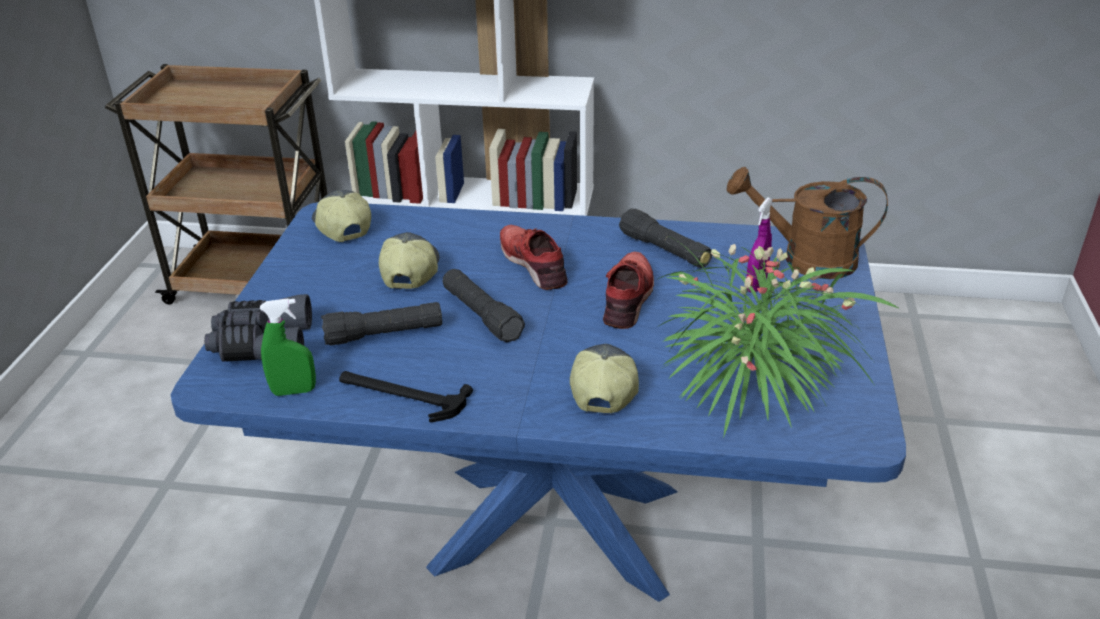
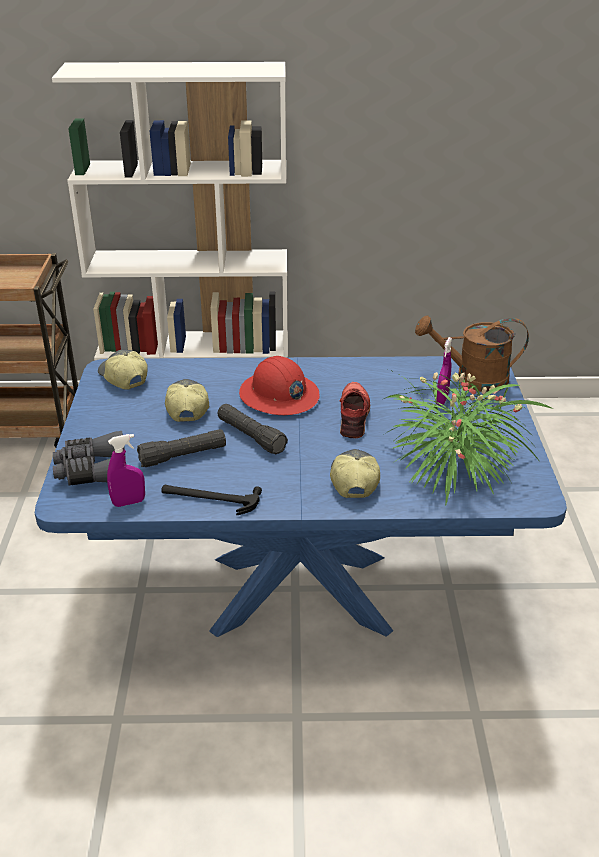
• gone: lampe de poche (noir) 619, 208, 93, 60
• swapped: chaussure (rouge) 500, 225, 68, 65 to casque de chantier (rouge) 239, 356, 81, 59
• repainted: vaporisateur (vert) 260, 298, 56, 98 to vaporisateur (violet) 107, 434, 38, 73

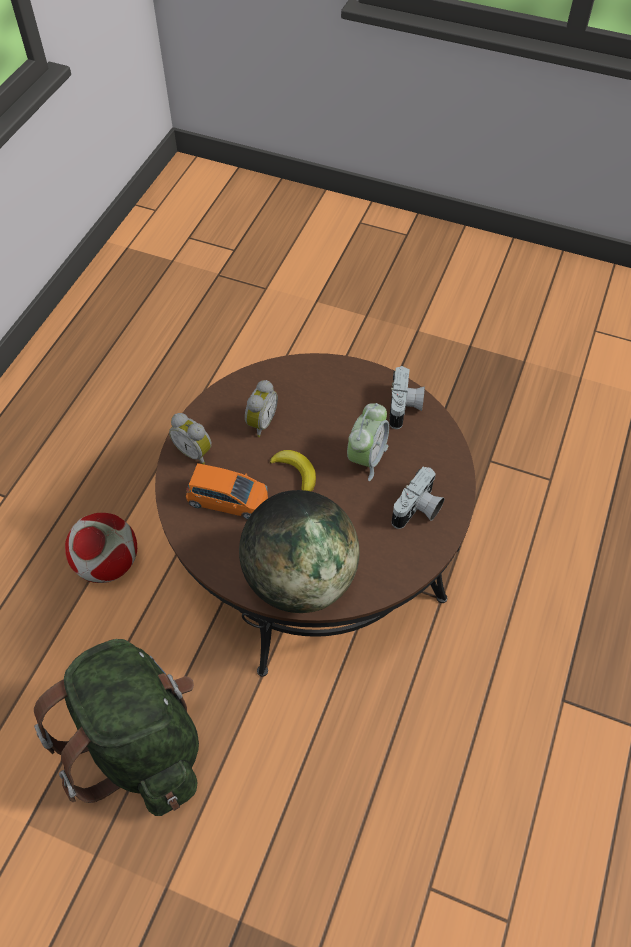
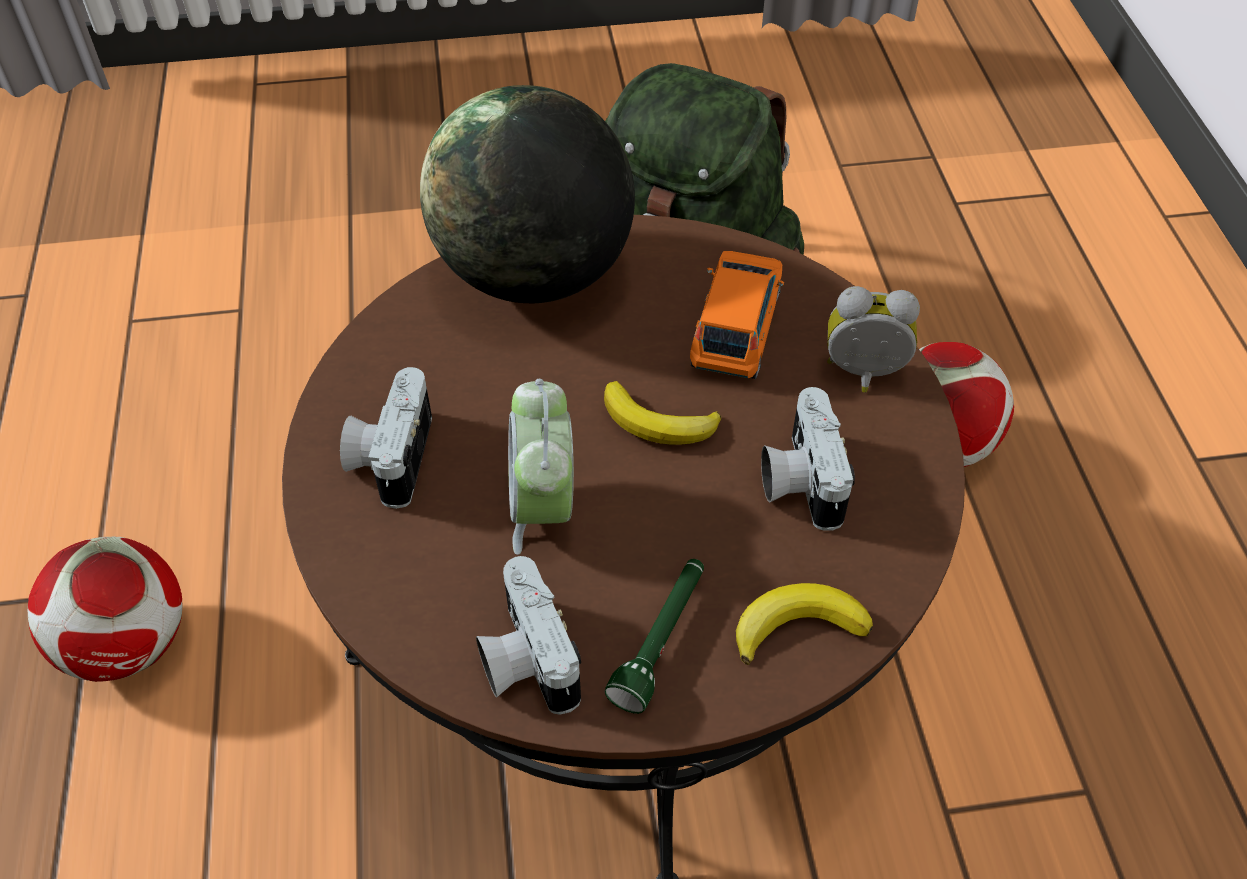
• swapped: réveil 245, 380, 33, 57 to appareil photo 761, 387, 94, 144
• rotated: petite voiture (orange) 186, 463, 82, 57 = 690, 251, 94, 128 120 degrees clockwise
• new: ballon de foot 28, 537, 154, 145
• new: lampe de poche (vert) 605, 559, 99, 155
• new: banane 736, 583, 137, 82

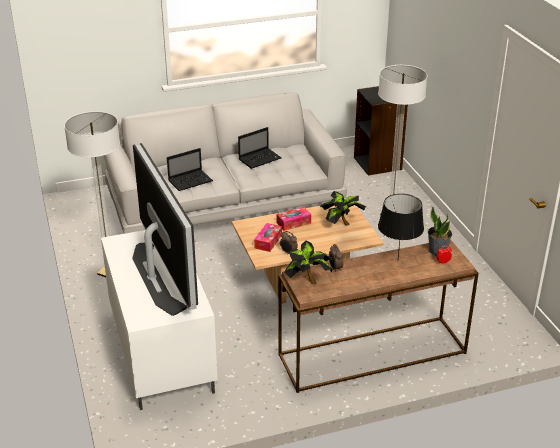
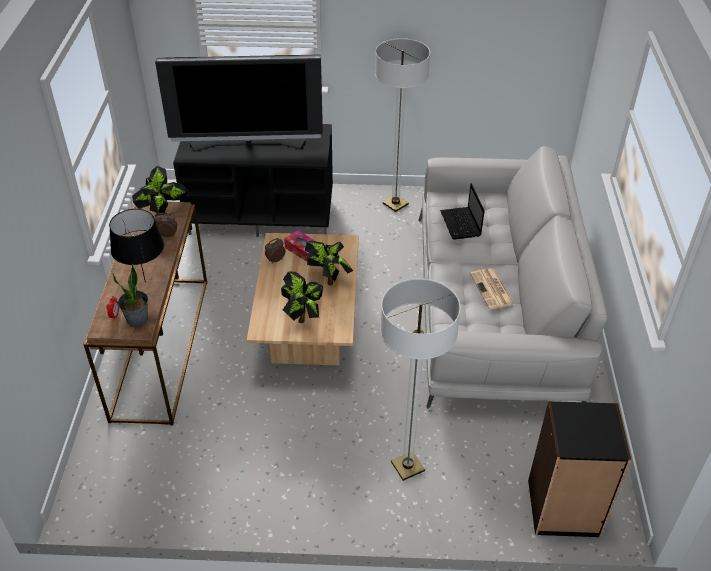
• swapped: ordinateur portable 238, 127, 44, 42 to journal 470, 268, 45, 41
• swapped: boîte à mouchoirs 276, 207, 35, 24 to plante en pot 305, 241, 48, 44
• repainted: meuble télé (blanc) 101, 230, 117, 180 to meuble télé (noir) 173, 124, 160, 113

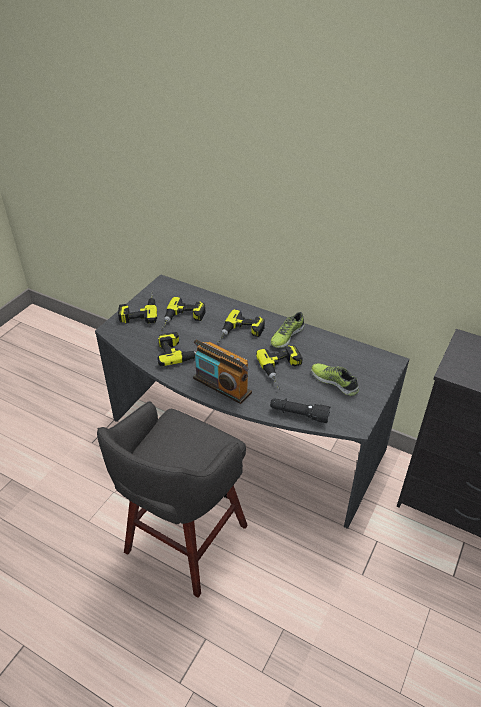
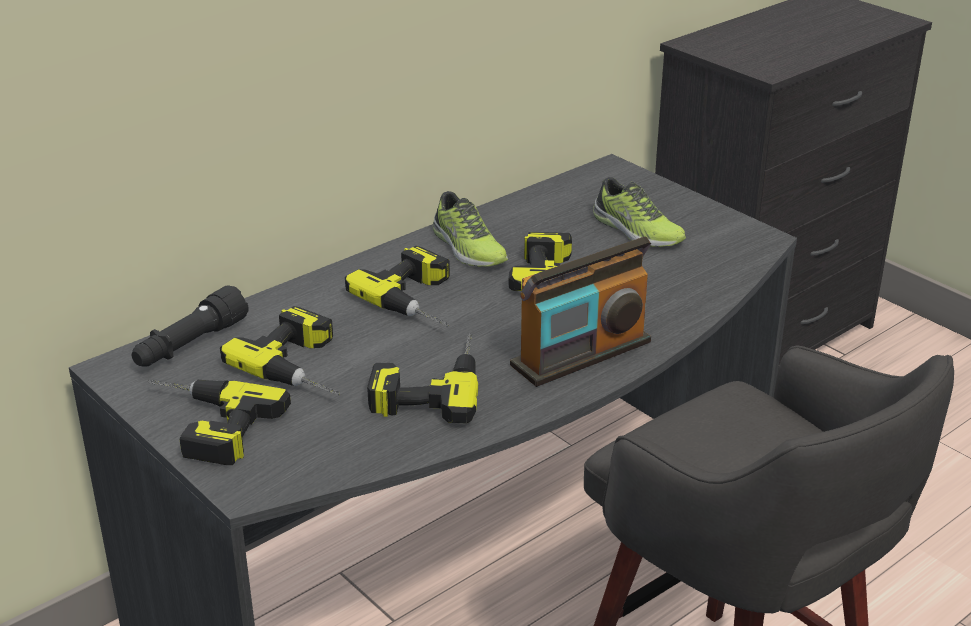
• rotated: chaussure 311, 364, 48, 32 = 593, 177, 93, 70 105 degrees counterclockwise
• shifted: lampe de poche (noir) 270, 398, 61, 25 to 132, 285, 116, 82

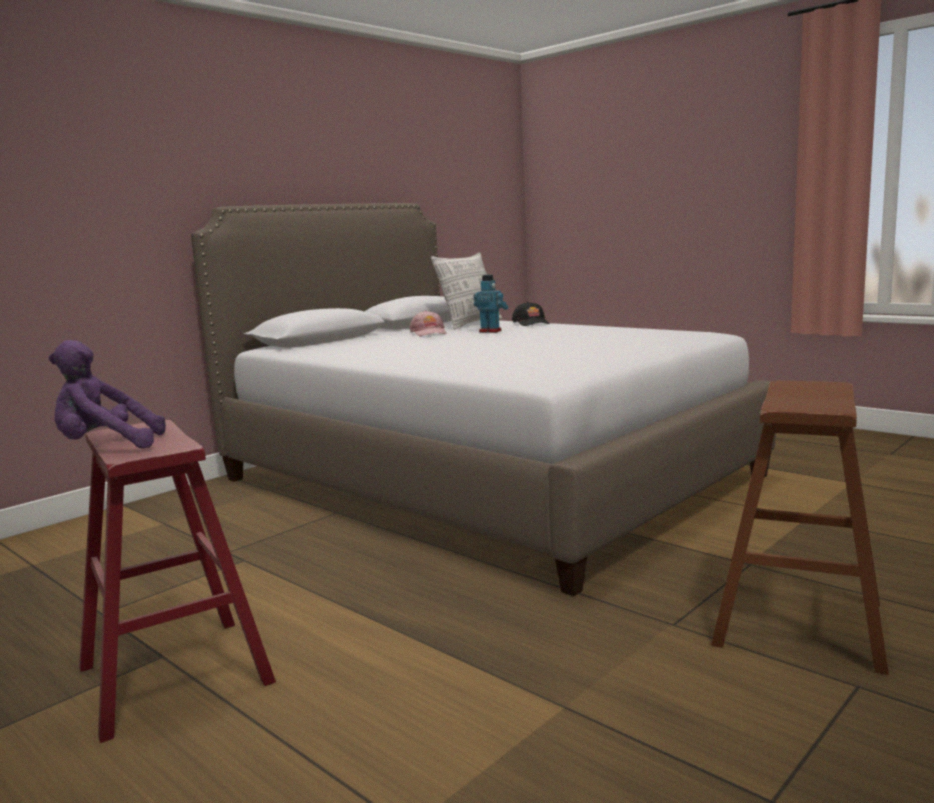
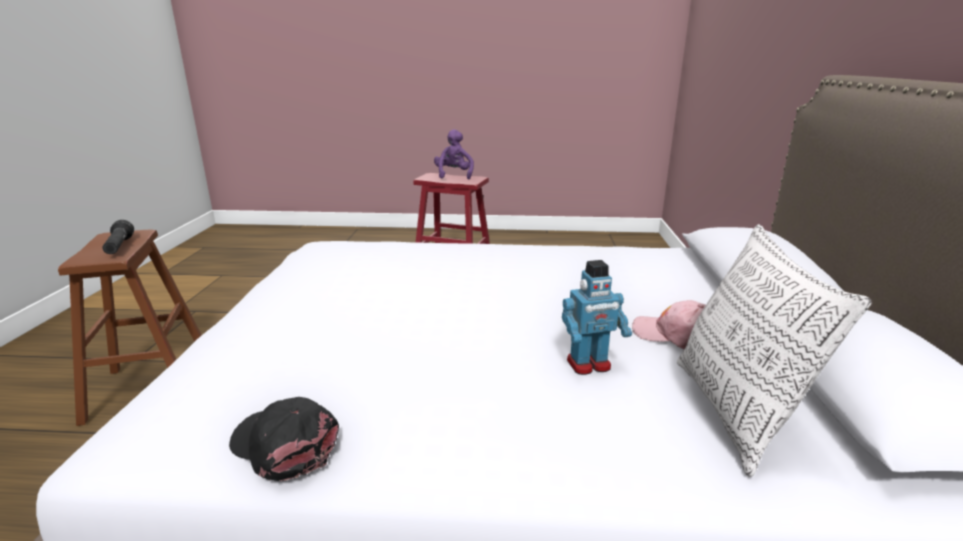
• shifted: casquette (noir) 512, 302, 38, 24 to 229, 397, 110, 84
• rotated: peluche (violet) 49, 340, 117, 109 = 434, 129, 40, 50 45 degrees counterclockwise
• new: lampe de poche (noir) 102, 220, 32, 34

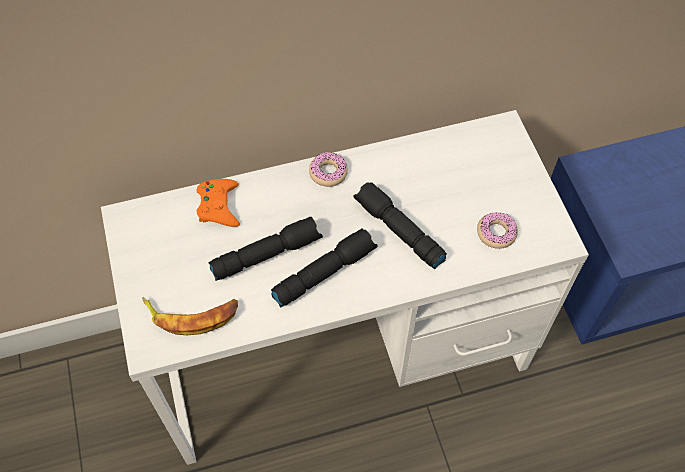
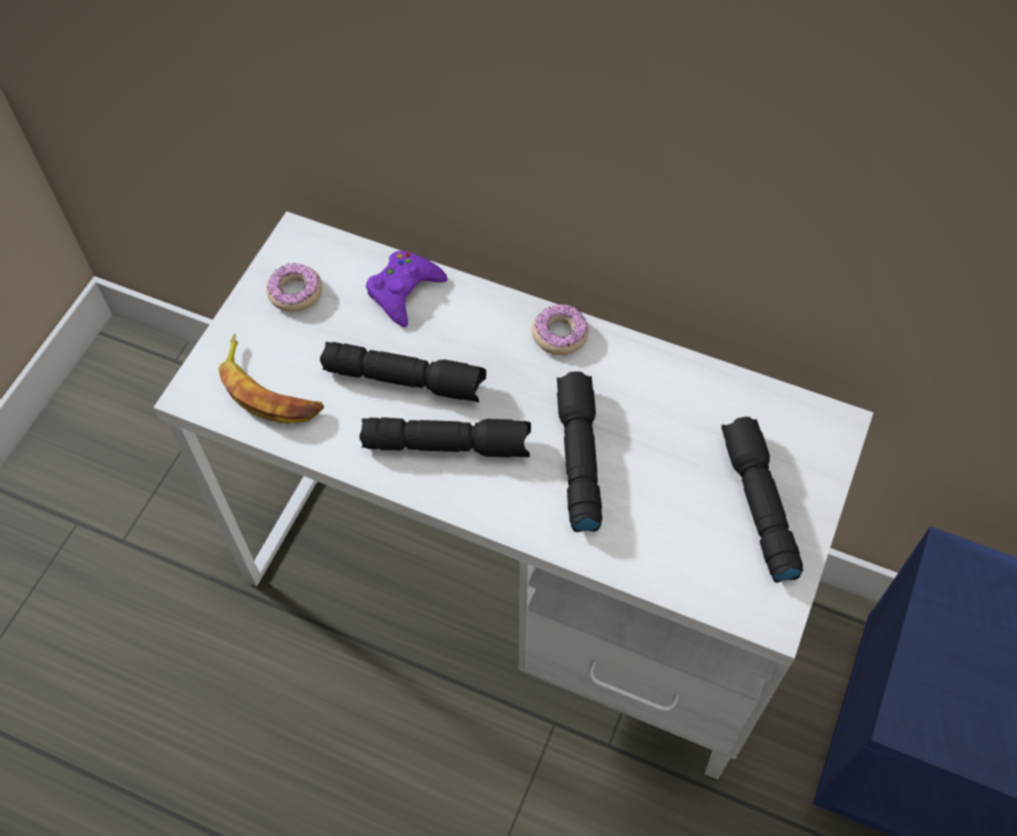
• repainted: manette (orange) 197, 179, 43, 48 to manette (violet) 366, 251, 82, 76
• shifted: beignet 477, 212, 41, 37 to 266, 263, 56, 49
• new: lampe de poche (noir) 721, 417, 82, 166

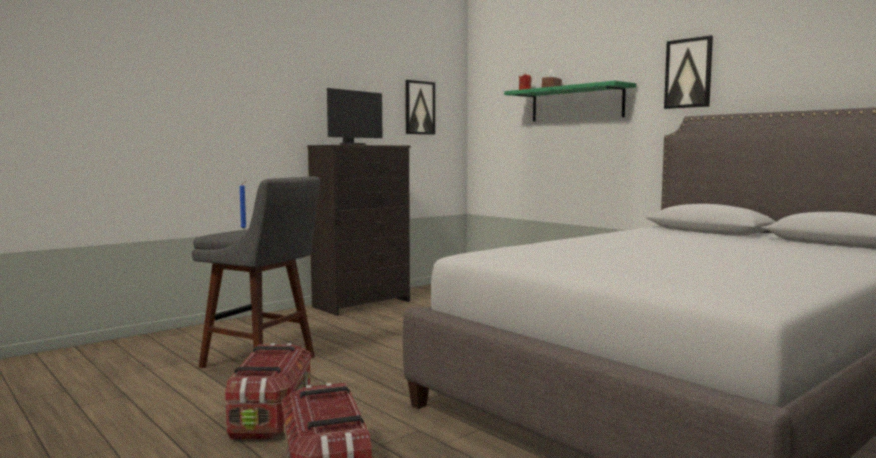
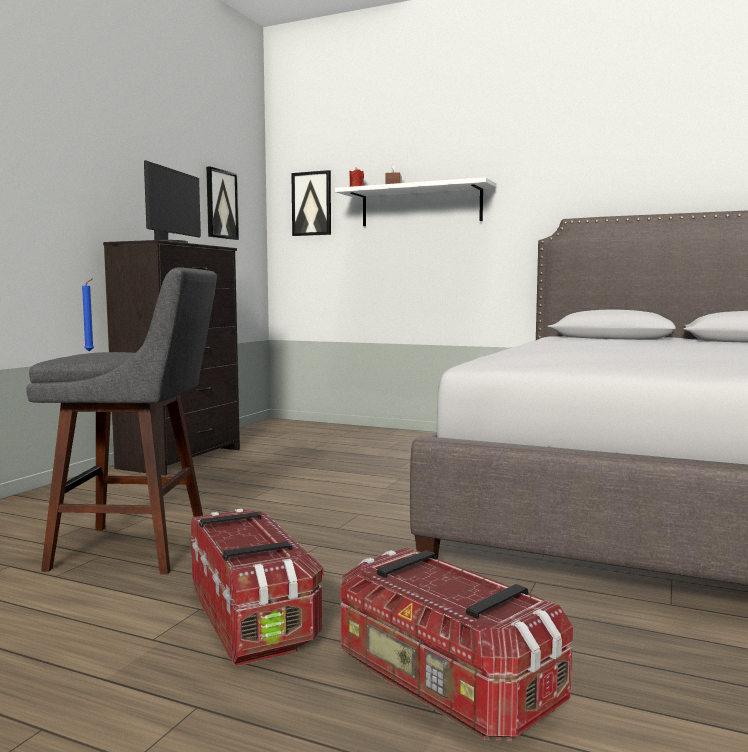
• shifted: tableau 664, 35, 49, 74 to 291, 170, 40, 66
• repainted: étagère (vert) 504, 81, 132, 40 to étagère (blanc) 335, 177, 162, 49

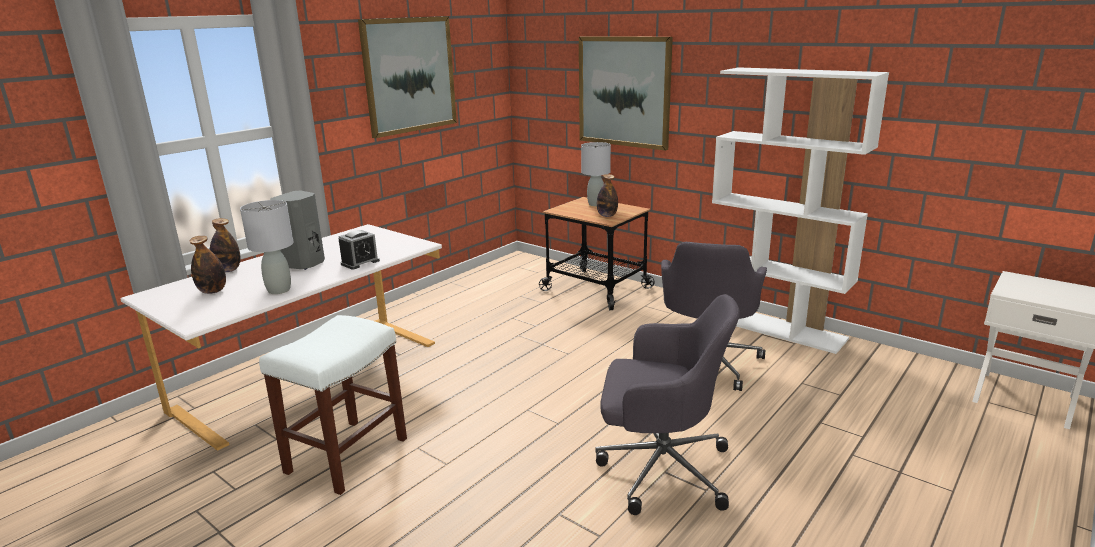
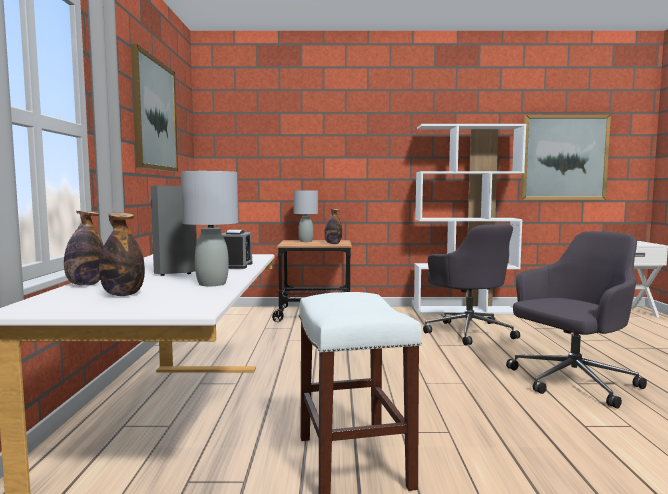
• shifted: tableau 579, 36, 94, 115 to 521, 115, 90, 85

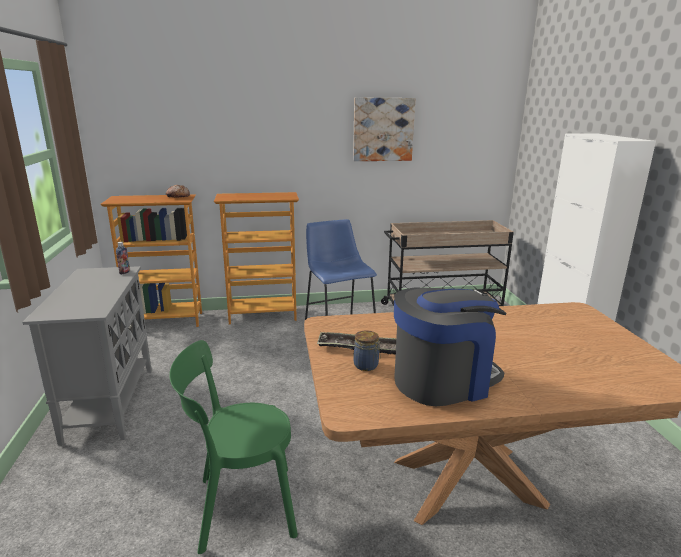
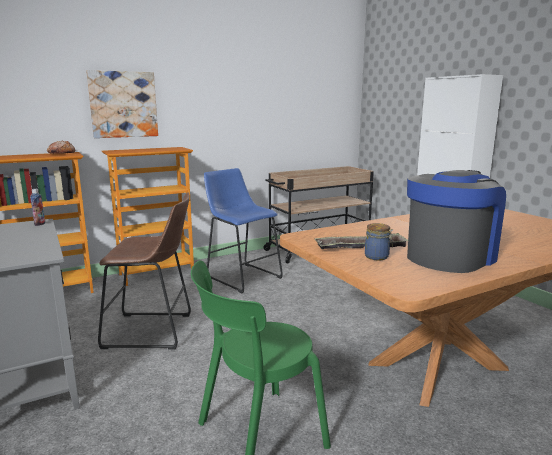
• shifted: tableau 353, 97, 62, 64 to 86, 70, 72, 68
• new: tabouret (marron) 98, 192, 93, 157

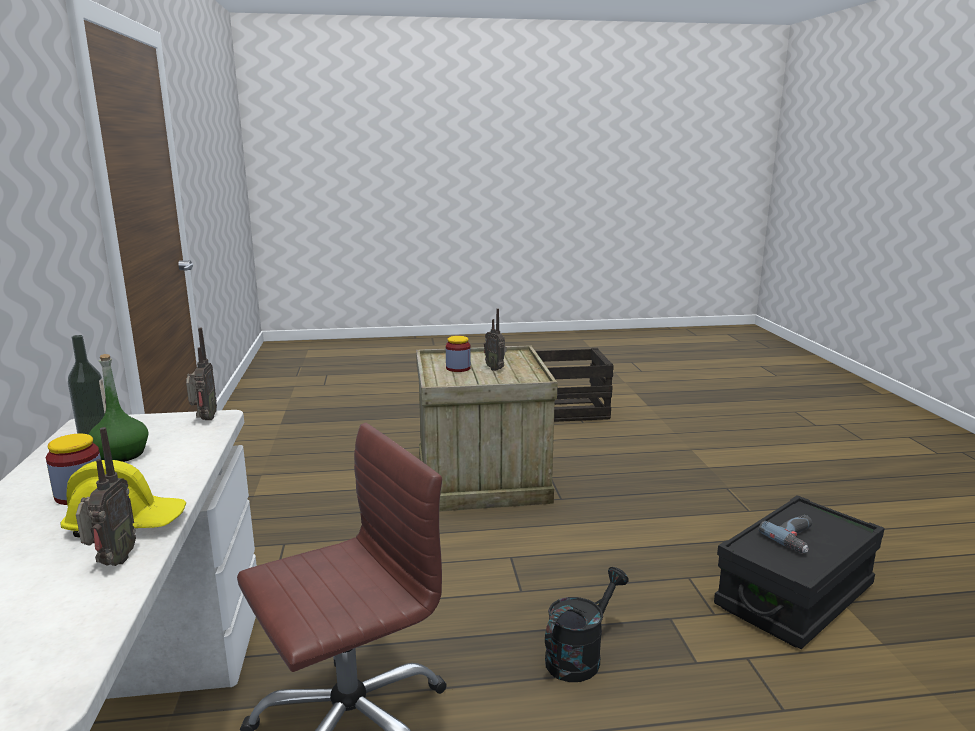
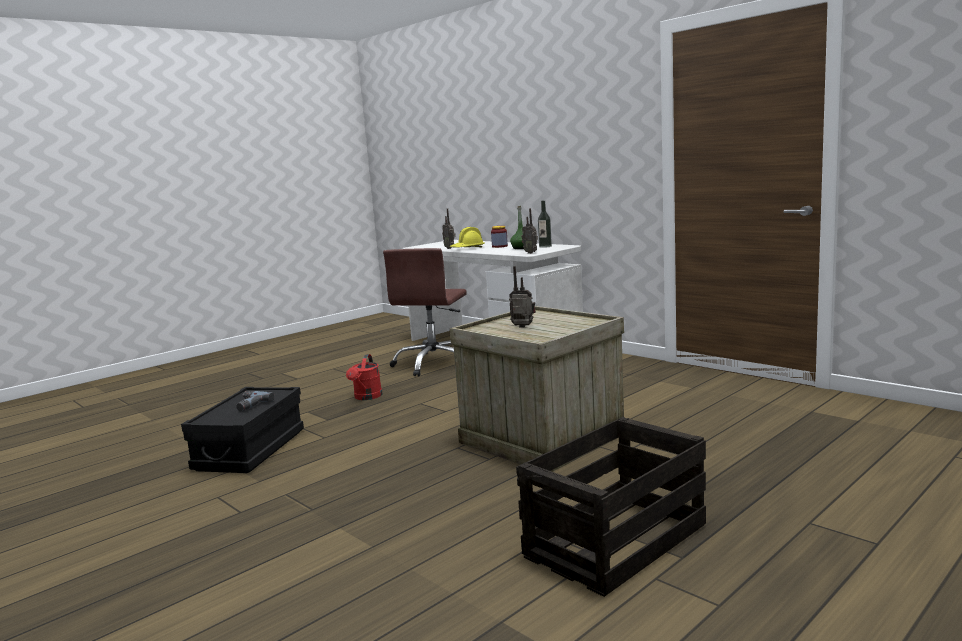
• gone: bocal 446, 336, 25, 36
• repainted: arrosoir (noir) 545, 567, 84, 115 to arrosoir (rouge) 346, 354, 36, 46

